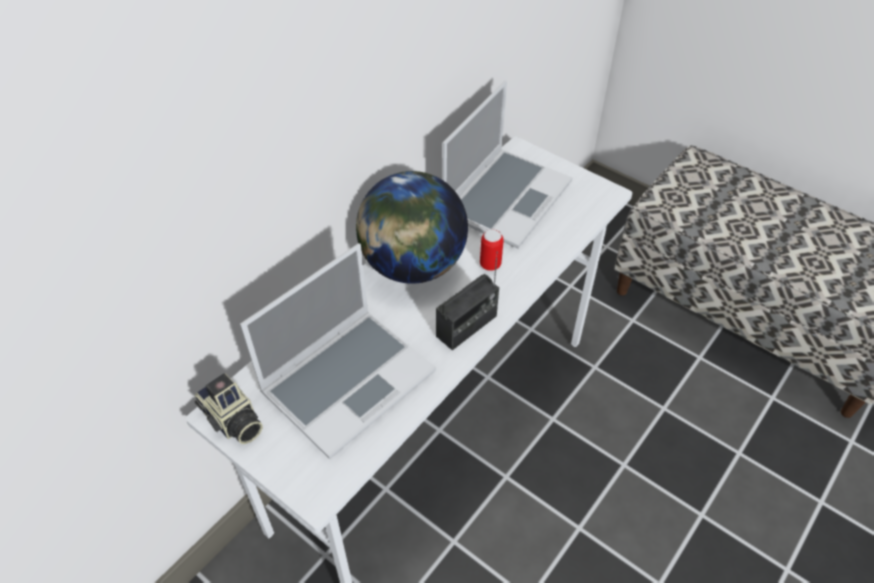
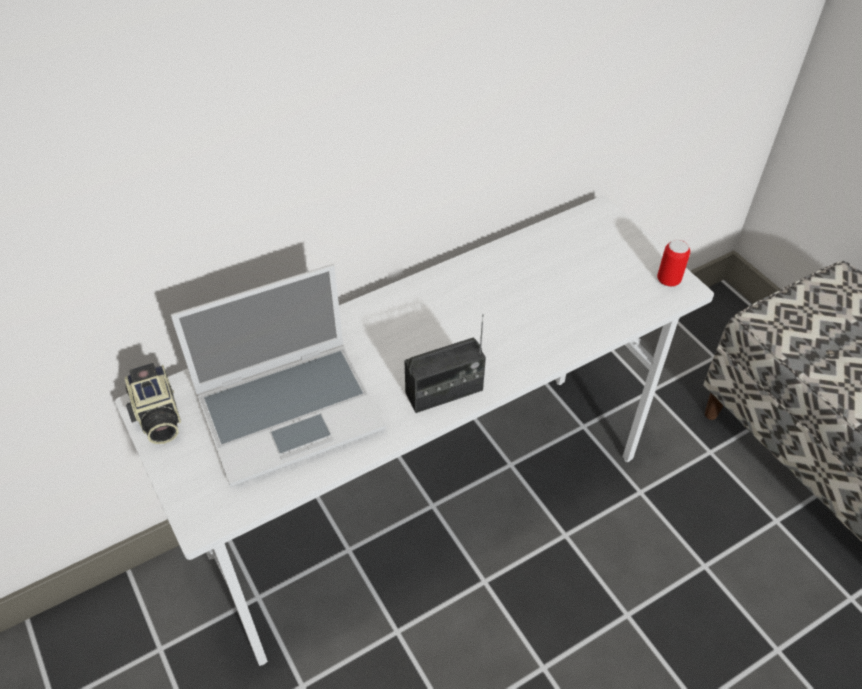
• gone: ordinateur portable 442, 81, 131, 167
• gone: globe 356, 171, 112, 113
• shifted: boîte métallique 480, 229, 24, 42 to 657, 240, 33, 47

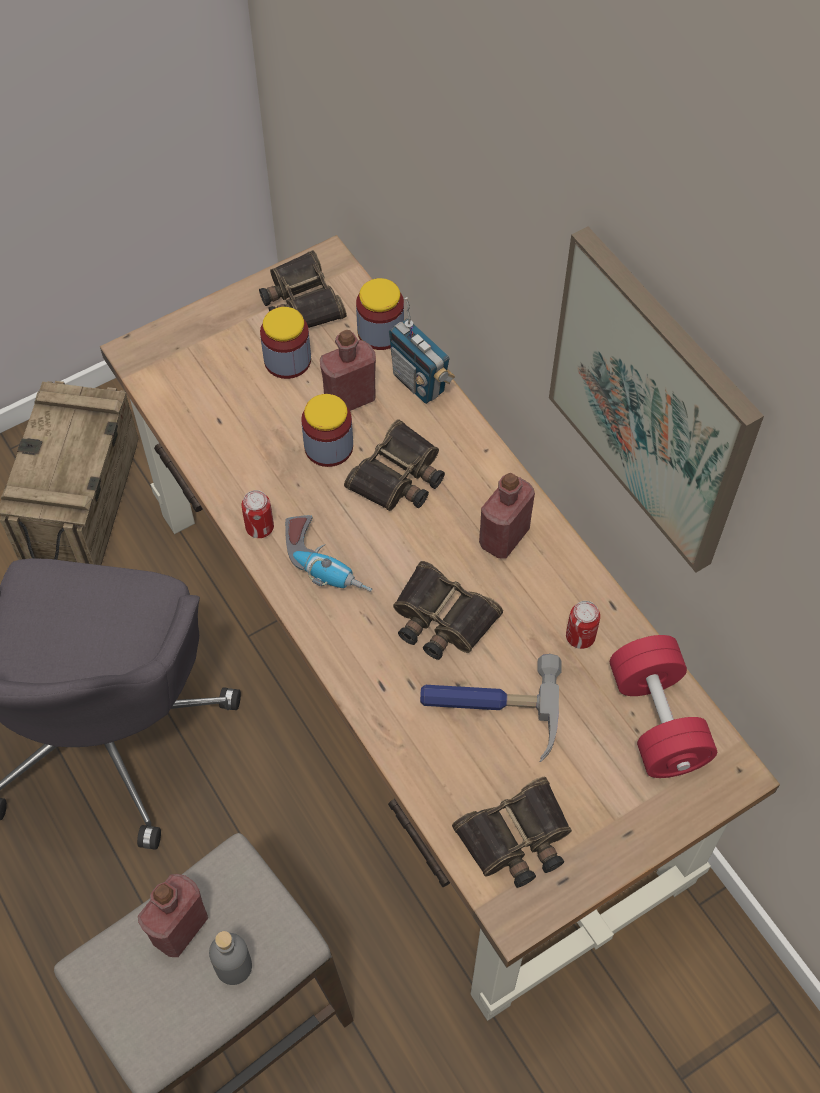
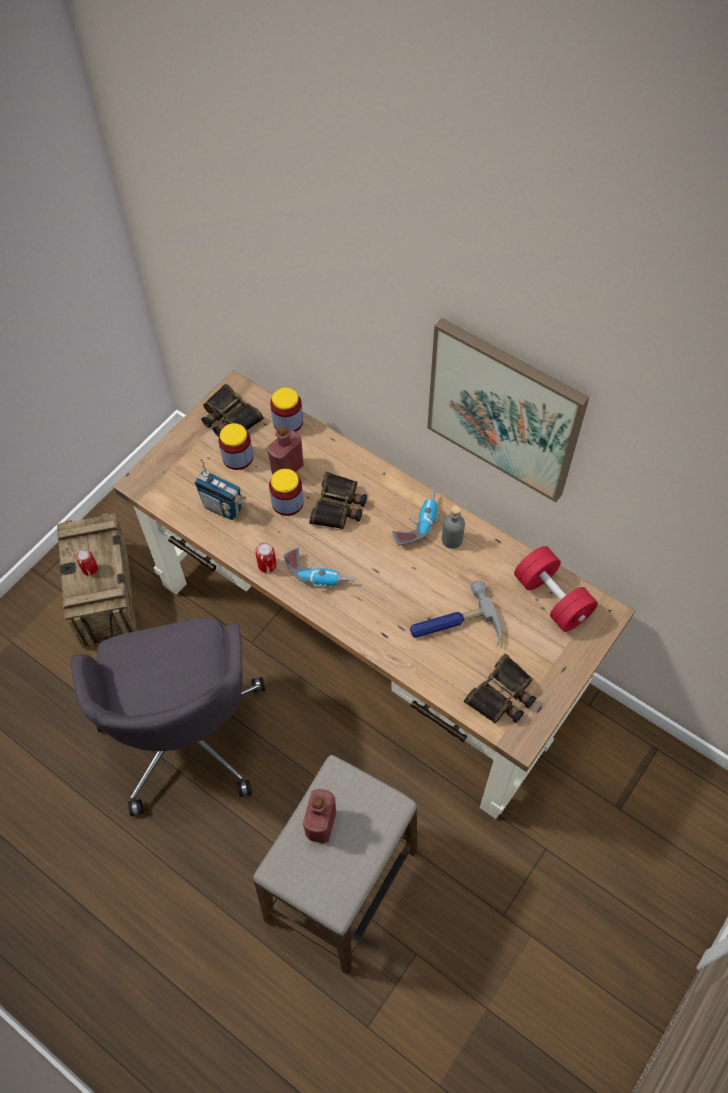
• shifted: radio 389, 297, 66, 107 to 195, 458, 52, 62
• swapped: bouteille (rouge) 479, 473, 56, 86 to perceuse 392, 489, 48, 56
• gone: jumelles 393, 561, 110, 99
• shifted: boîte métallique 566, 601, 34, 48 to 76, 549, 22, 27
• shifted: bouteille (gris) 209, 931, 43, 54 to 442, 506, 23, 43

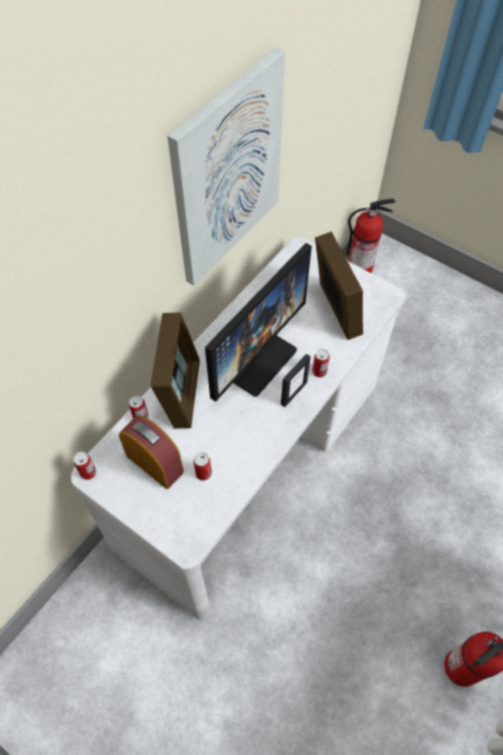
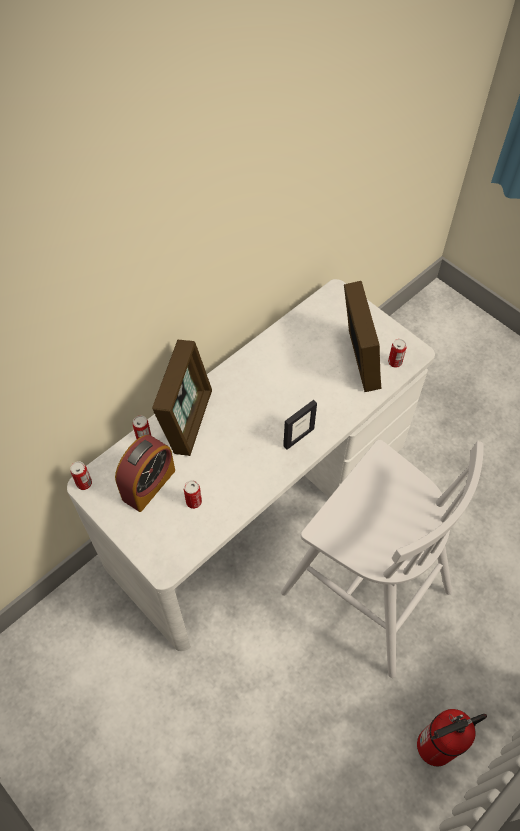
• gone: tableau 167, 48, 118, 238
• gone: extincteur 346, 199, 50, 74
• gone: écran d'ordinateur 205, 243, 107, 159
• shifted: boîte métallique 312, 349, 18, 28 to 388, 339, 19, 29
• rotated: réveil 119, 416, 65, 73 = 115, 435, 60, 77 75 degrees clockwise
• new: tabouret (blanc) 281, 440, 203, 238

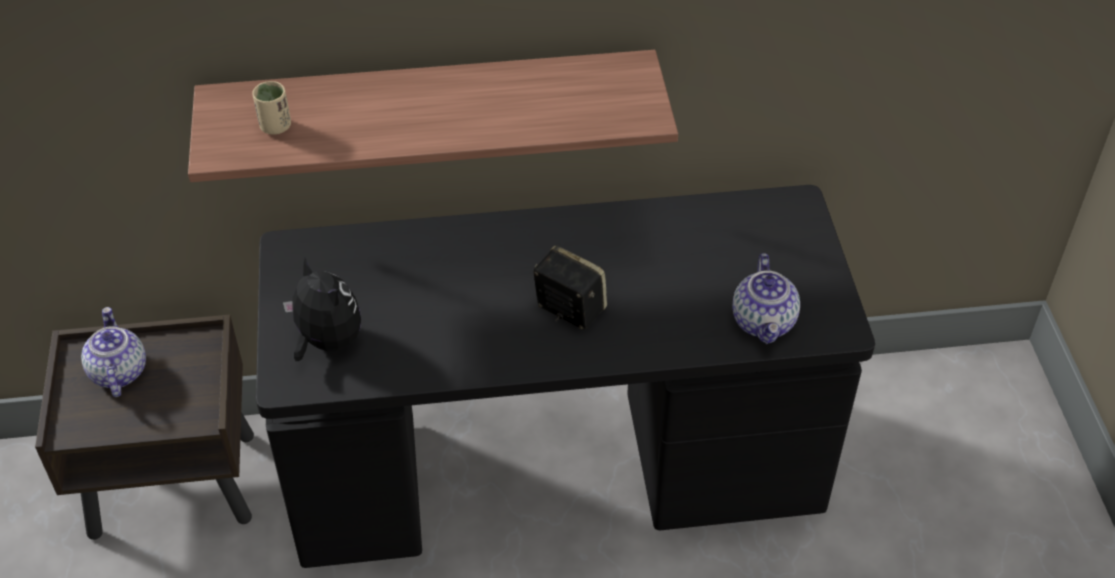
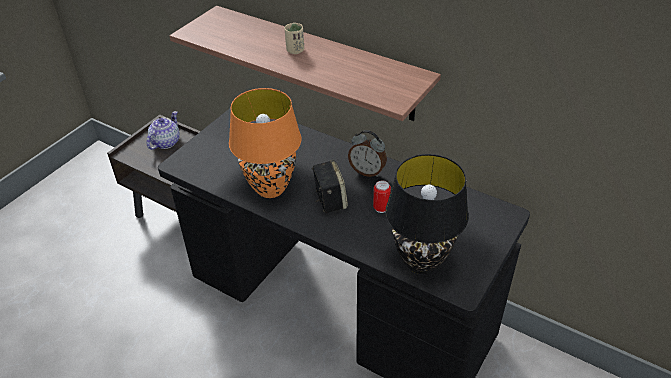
• shifted: tasse (beige) 252, 81, 39, 54 to 284, 23, 20, 31
• swapped: théière 733, 254, 67, 90 to lampe de table (noir) 385, 154, 84, 120
• gone: peluche 283, 258, 78, 103
• new: lampe de table (orange) 229, 88, 72, 110
• new: réveil 348, 130, 39, 47
• new: boîte métallique 373, 181, 18, 32

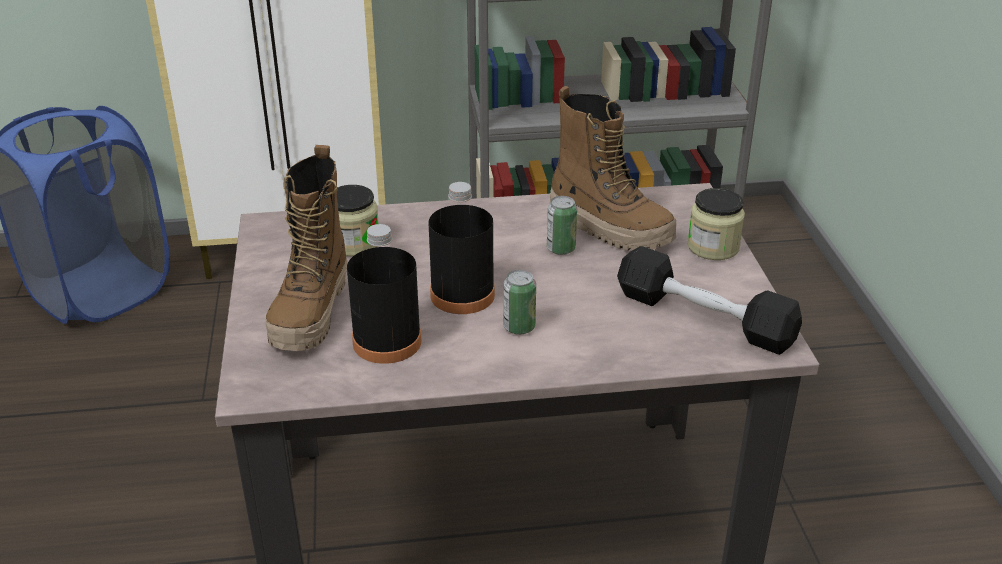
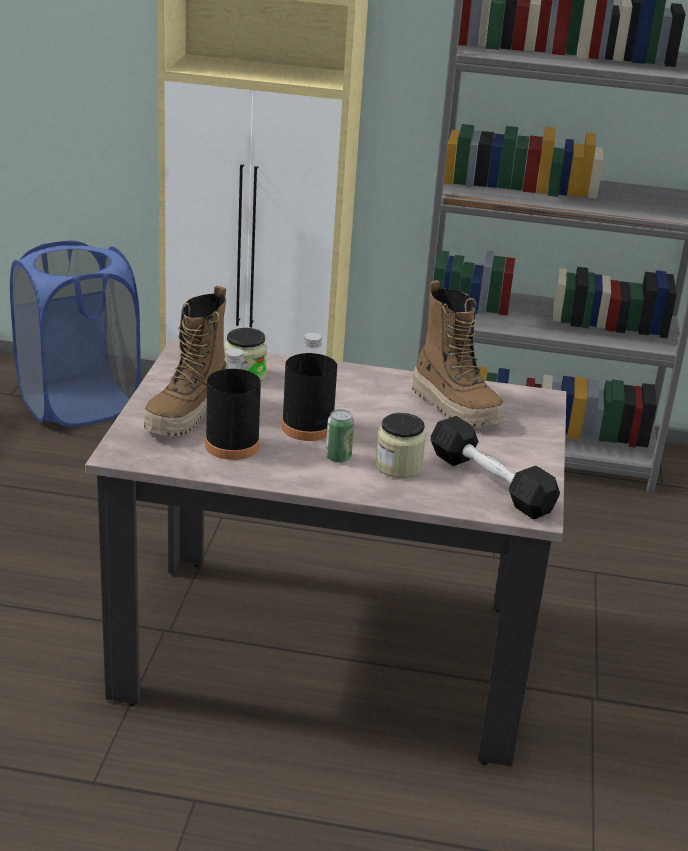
• shifted: bocal 687, 188, 58, 72 to 376, 413, 50, 65
• gone: boîte métallique 547, 196, 30, 59

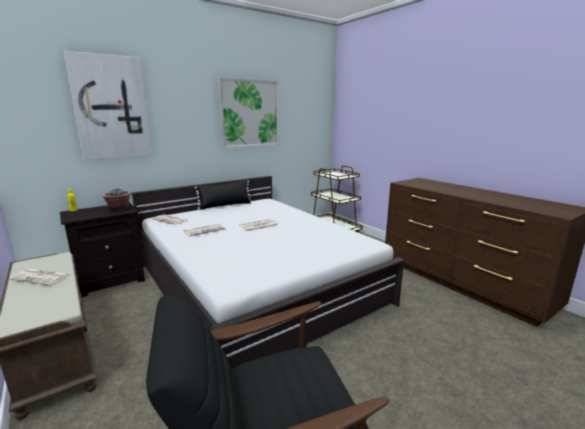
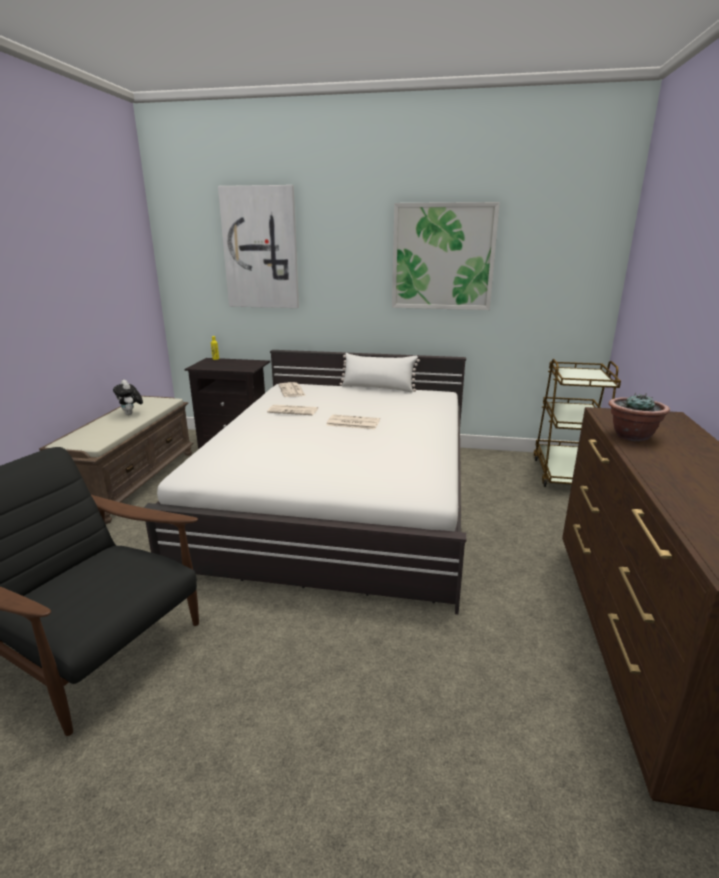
• repainted: coussin (noir) 195, 179, 57, 31 to coussin (blanc) 340, 353, 80, 40
• shifted: plante en pot 102, 188, 29, 23 to 609, 393, 61, 48
• swapped: journal 9, 269, 61, 17 to peluche 113, 380, 30, 35

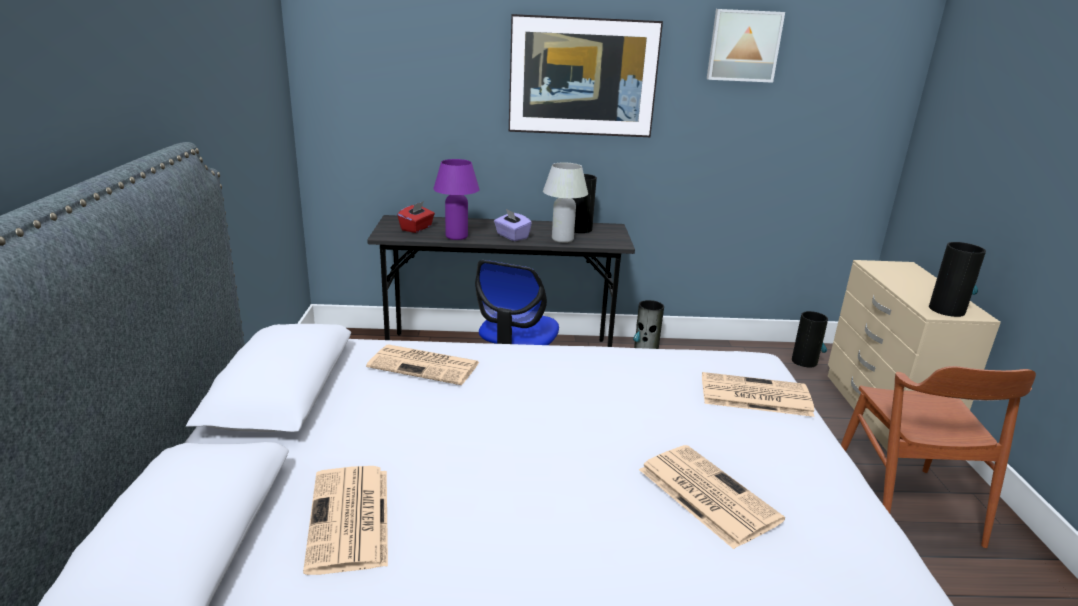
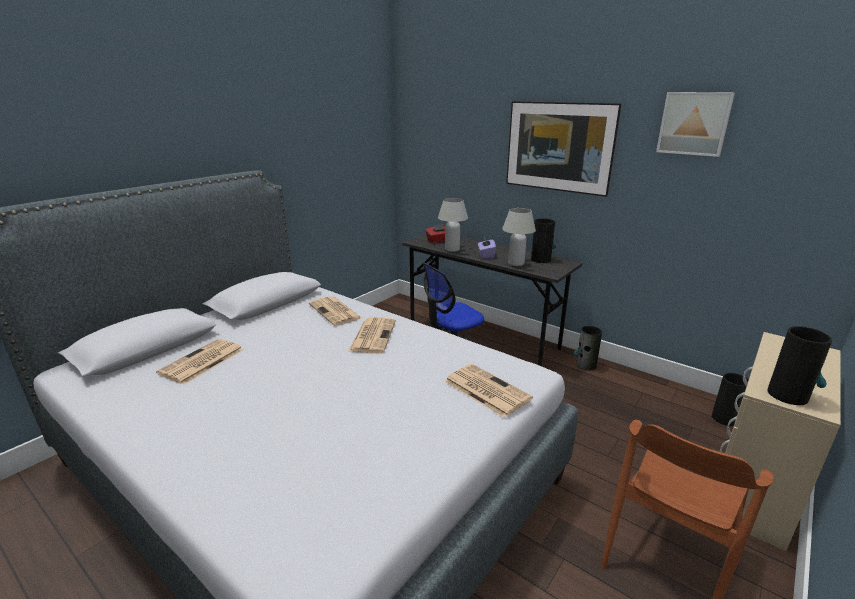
• repainted: lampe de table (violet) 433, 159, 47, 81 to lampe de table (blanc) 438, 198, 30, 54
• shifted: journal 639, 445, 146, 104 to 348, 317, 48, 36

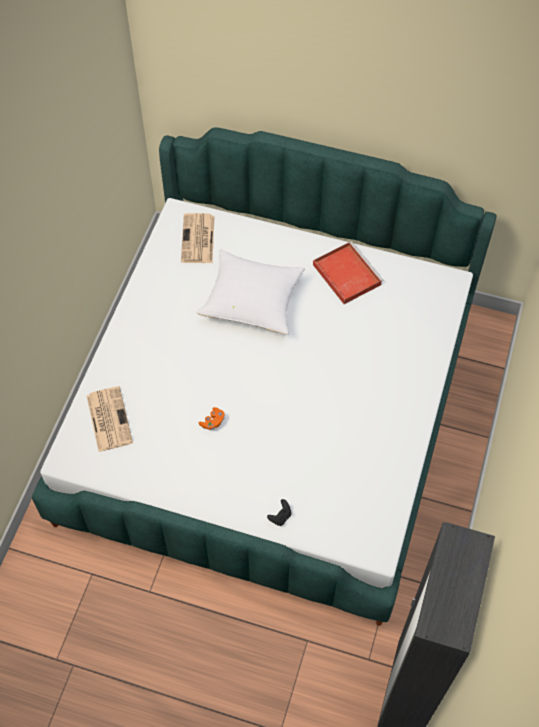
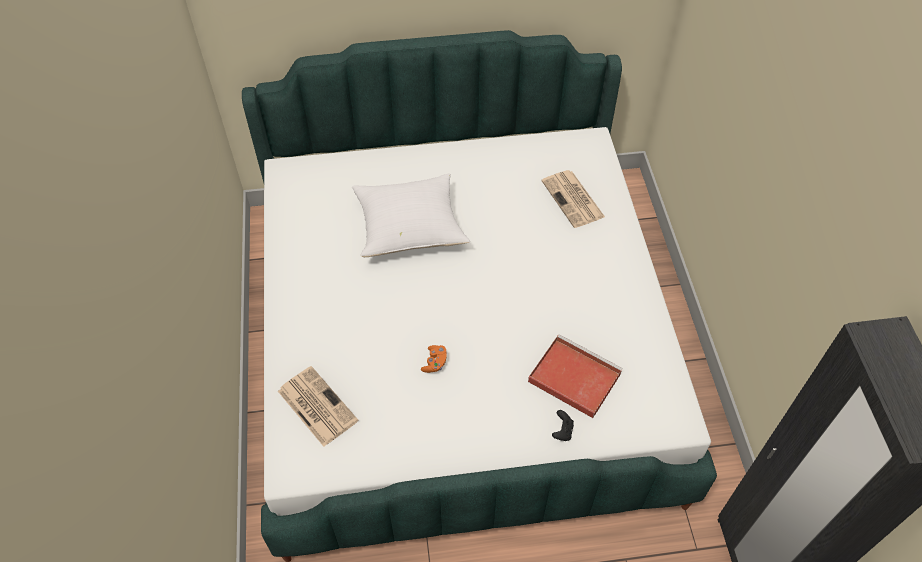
• shifted: journal 181, 213, 34, 50 to 541, 170, 64, 58
• shifted: plateau (rouge) 313, 241, 70, 63 to 528, 334, 95, 84

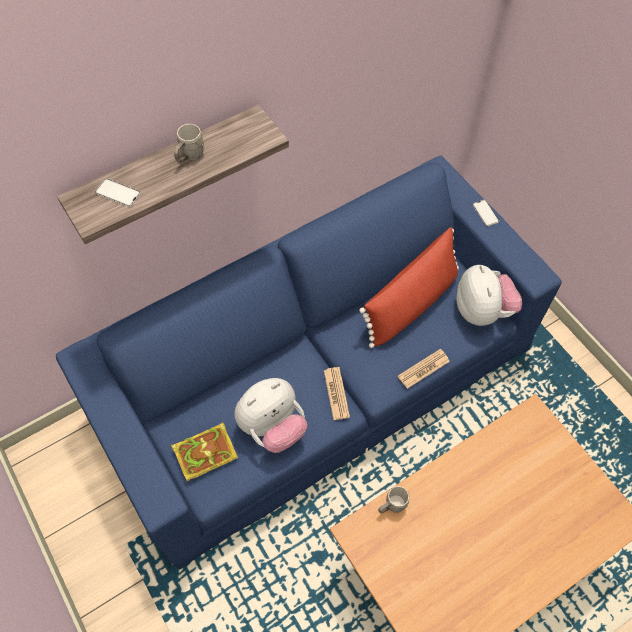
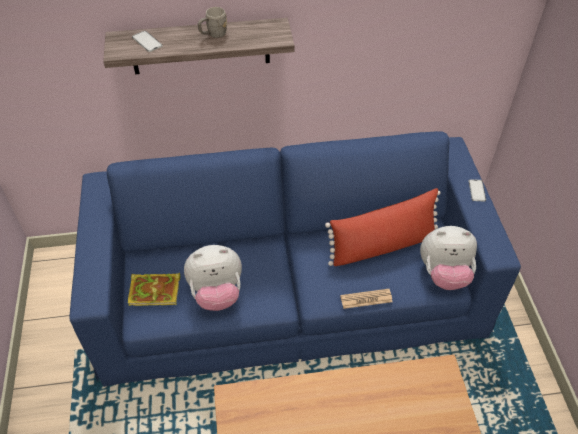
• rotated: peluche 456, 265, 66, 61 = 420, 226, 57, 64 75 degrees clockwise
• gone: journal 324, 367, 26, 53
• gone: mug (gris) 378, 486, 31, 28

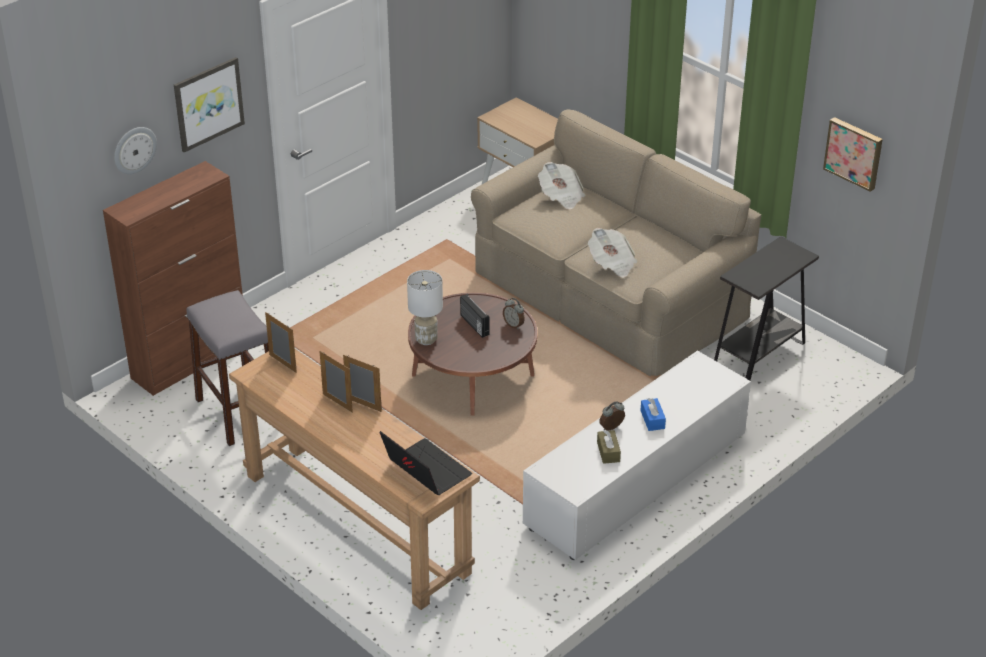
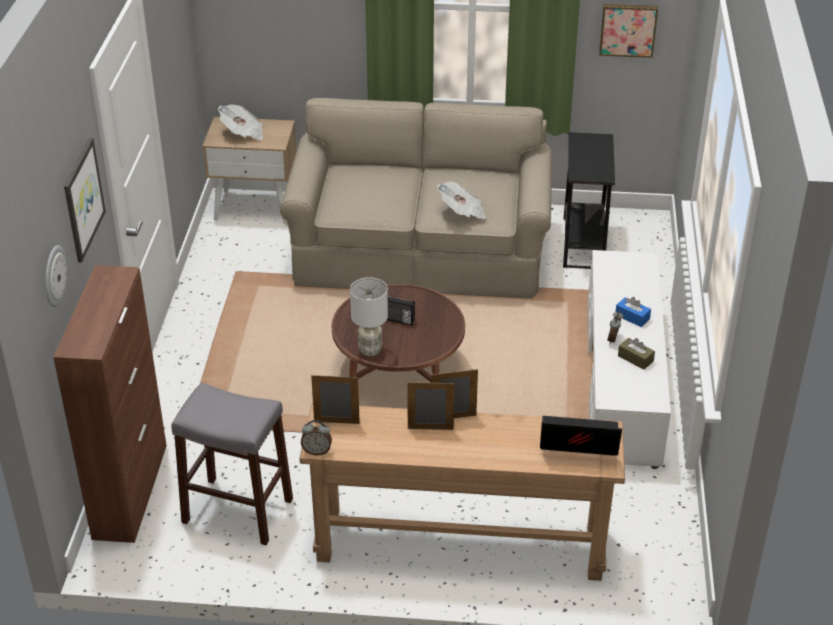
• shifted: journal 538, 162, 47, 48 to 218, 104, 45, 36
• shifted: réveil 503, 298, 22, 31 to 301, 420, 31, 36

